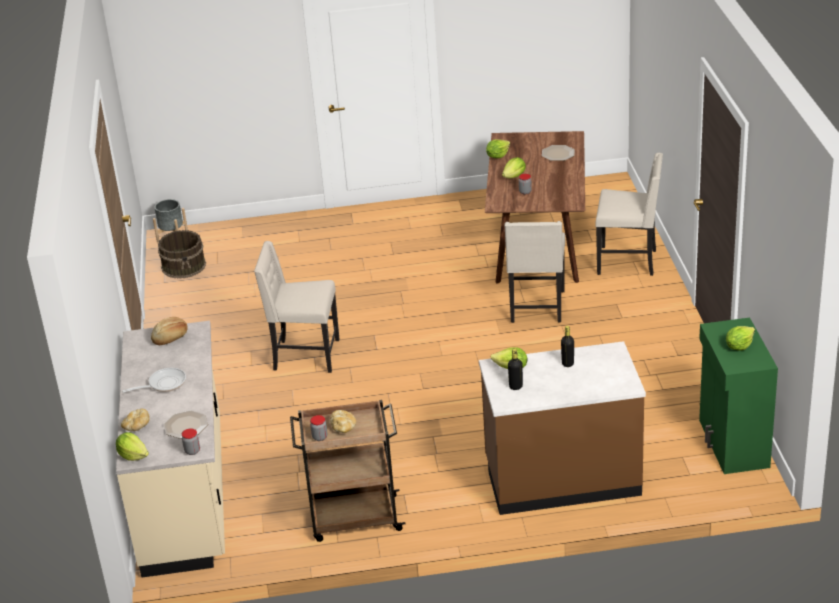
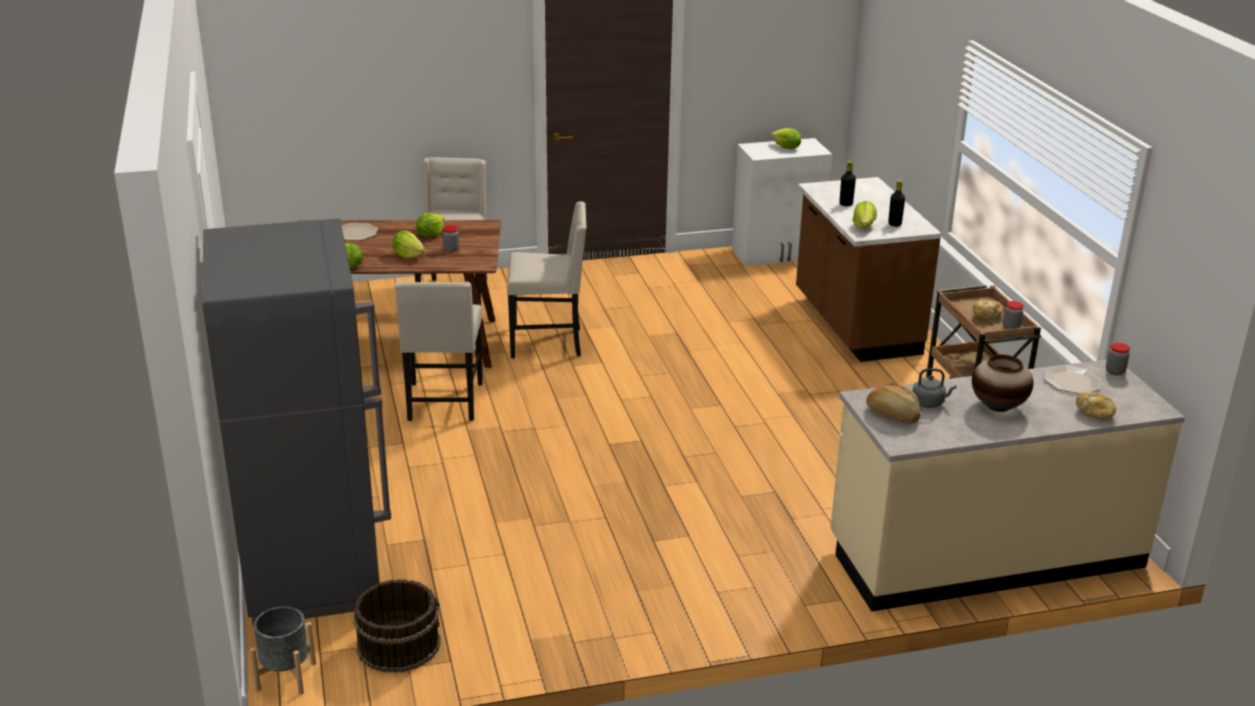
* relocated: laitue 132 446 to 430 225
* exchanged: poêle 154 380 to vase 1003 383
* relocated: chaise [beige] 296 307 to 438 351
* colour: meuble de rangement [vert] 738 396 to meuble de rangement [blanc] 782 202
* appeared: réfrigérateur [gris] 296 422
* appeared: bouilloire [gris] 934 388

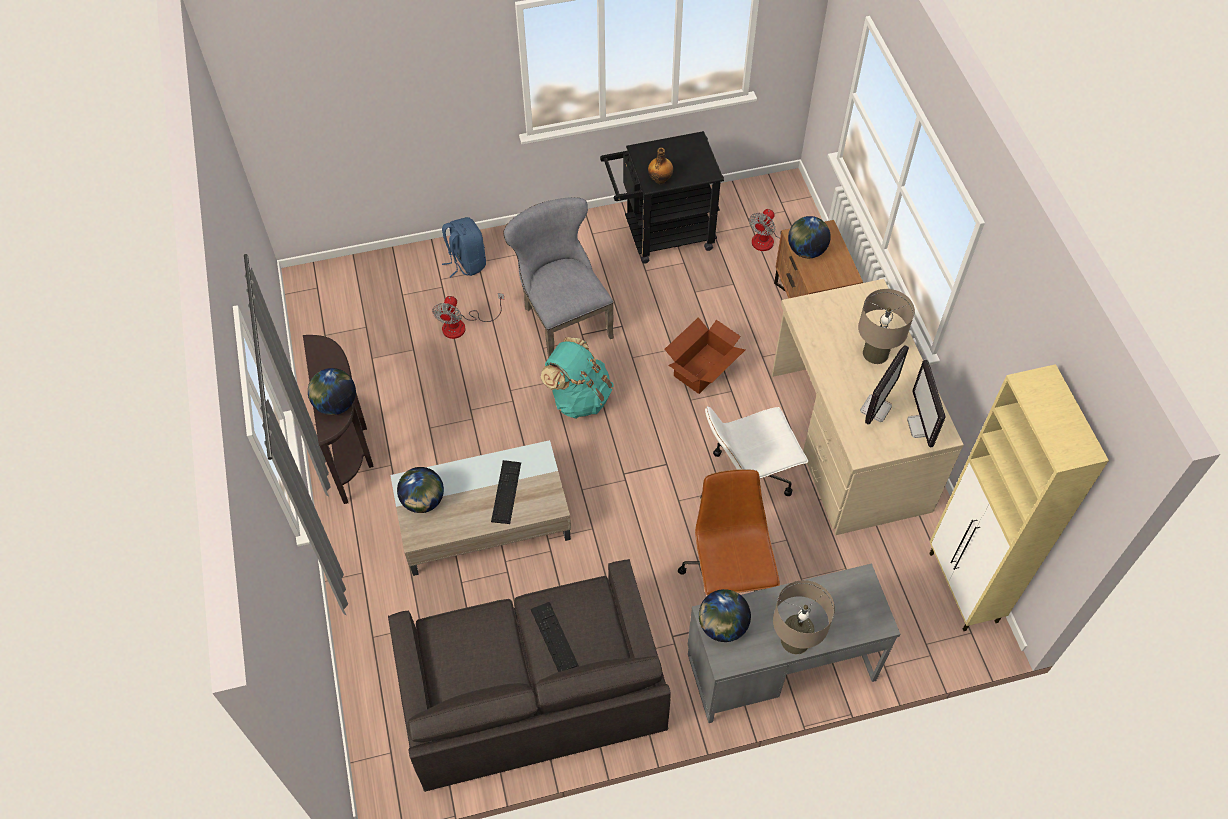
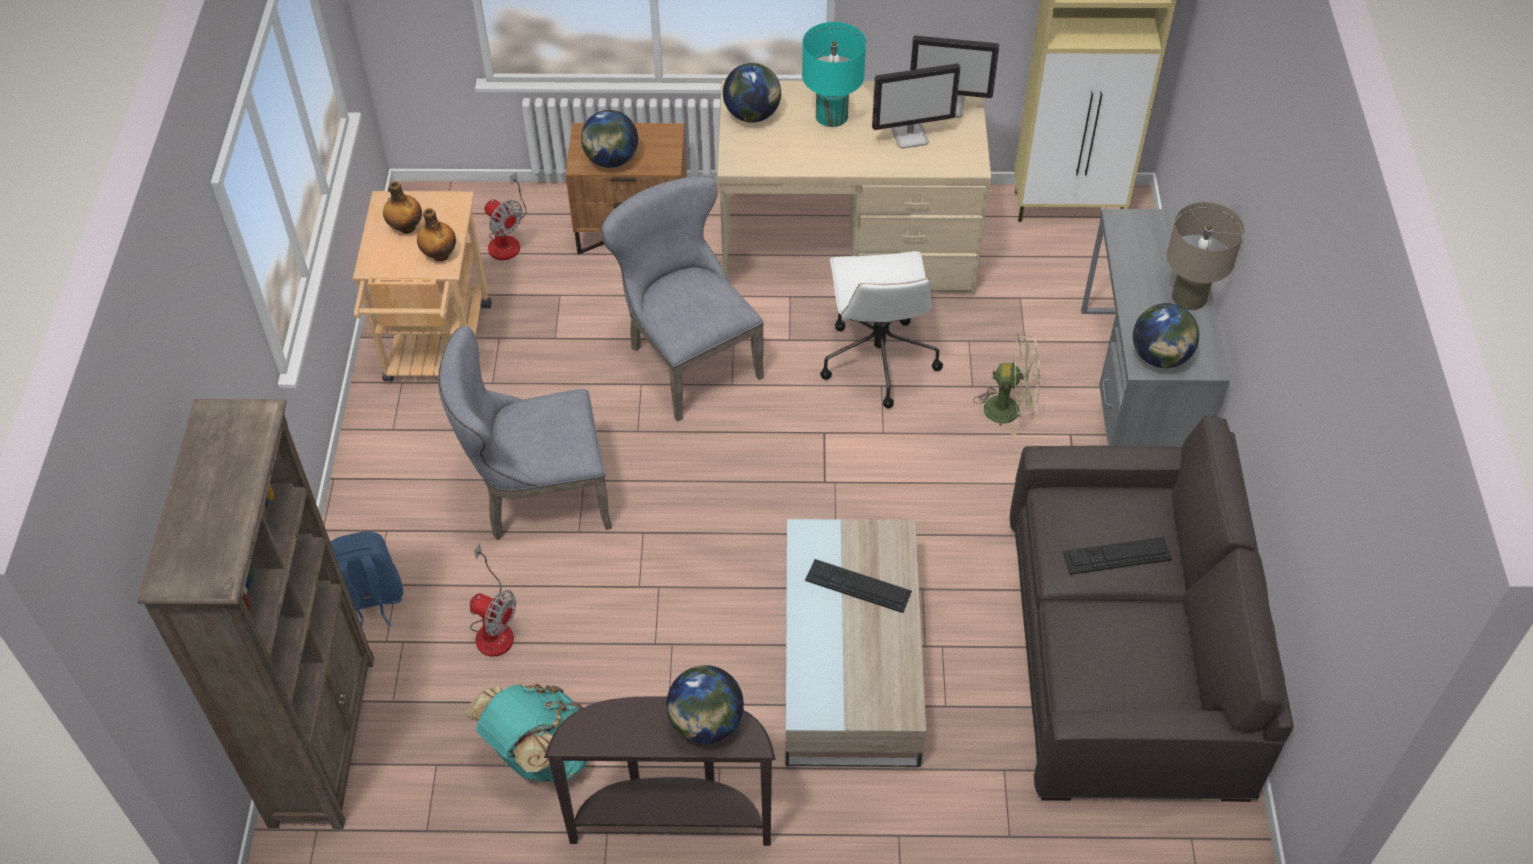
* relocated: globe 420 490 to 752 93
* relocated: sac à dos [turquoise] 577 378 to 526 733
* colour: chariot [noir] 662 197 to chariot [beige] 422 286
* exchanged: carton 705 355 to chaise [gris] 682 298
* exchanged: chaise de bureau [marron] 729 532 to ventilateur [vert] 1006 385
* colour: lampe de table [beige] 886 326 to lampe de table [turquoise] 834 74
* spun: écran d'ordinateur 884 385 = 916 106 120 degrees clockwise
* appeared: bibliothèque [marron] 255 614
* appeared: bouteille 402 207

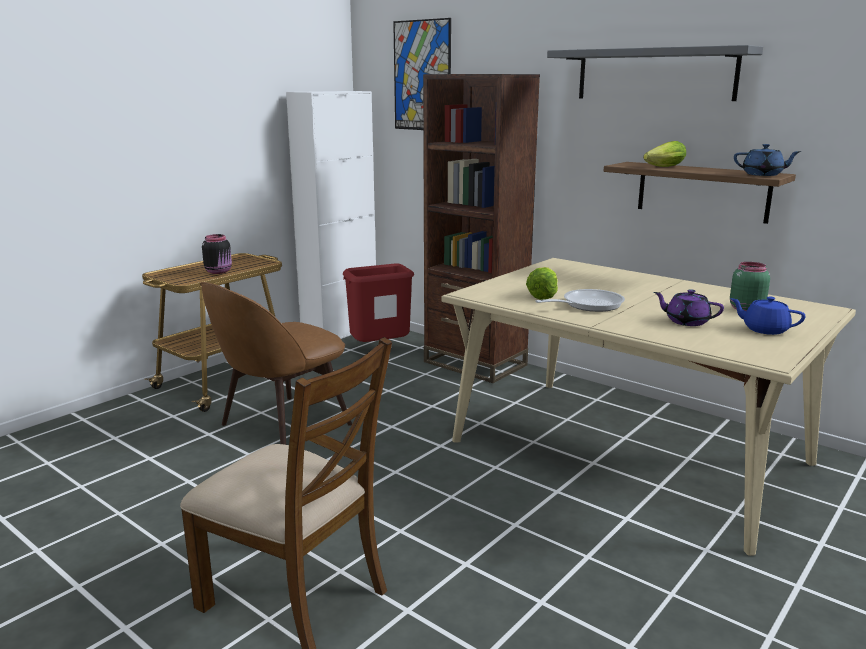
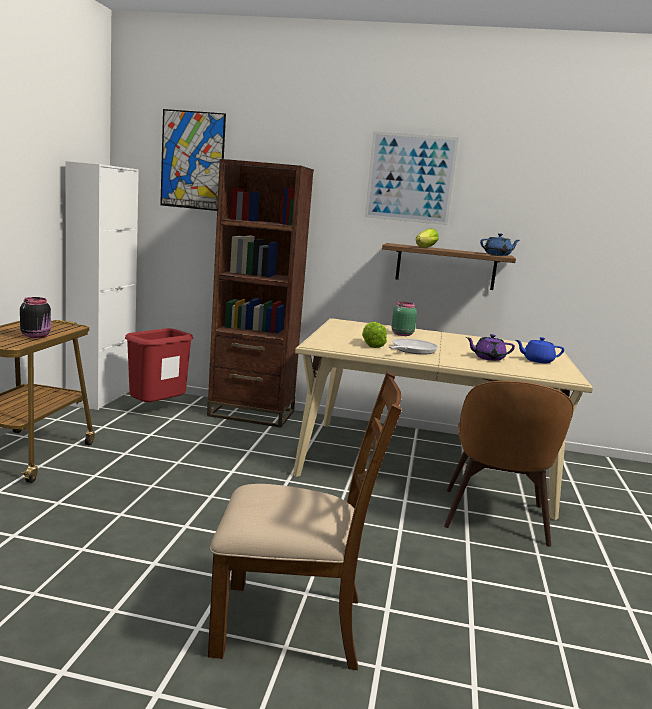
* relocated: chaise [marron] 276 363 to 508 464
* exchanged: étagère [gris] 655 73 to tableau 412 178
* relocated: bocal [vert] 750 286 to 404 319

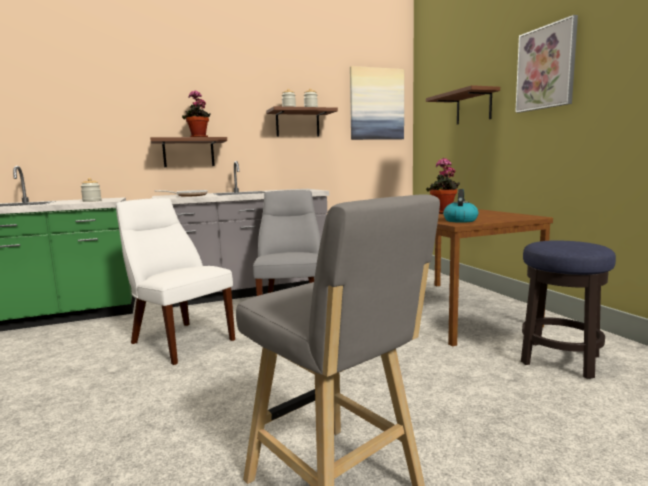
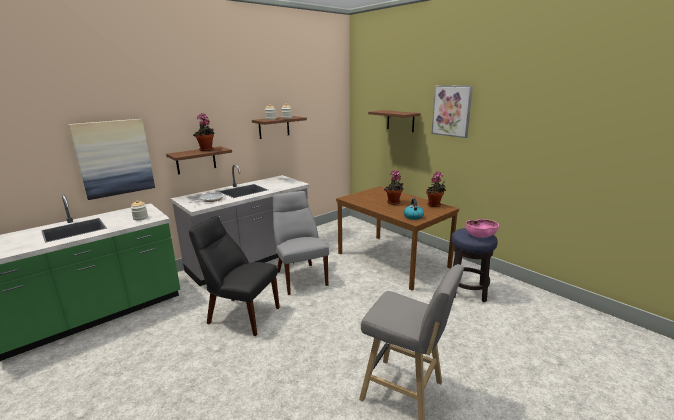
* colour: chaise [blanc] 175 281 to chaise [noir] 234 276
* relocated: tableau 377 103 to 112 159
* appeared: plante en pot 436 189
* appeared: bol [rose] 482 228

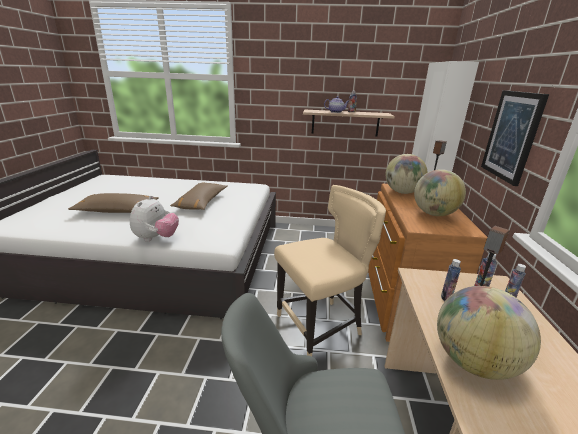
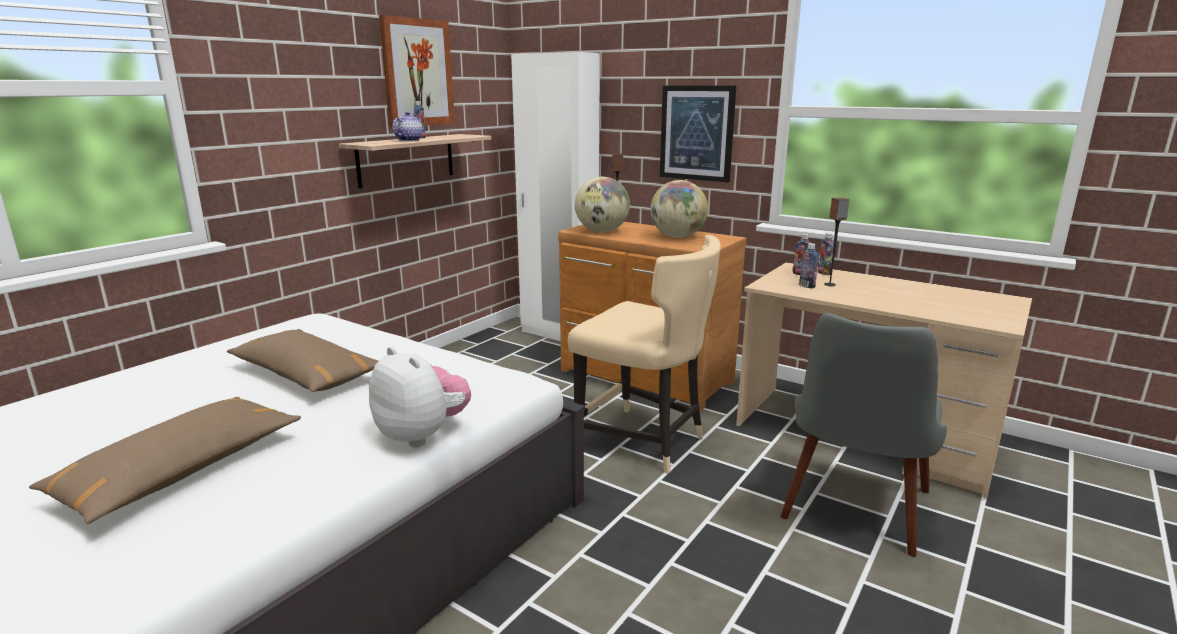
* spun: chaise [beige] 330 270 = 644 354 120 degrees clockwise
* missing: globe 489 333
* appeared: tableau 417 71

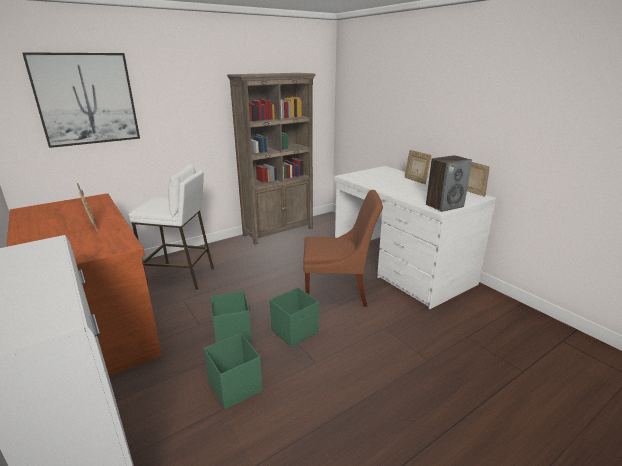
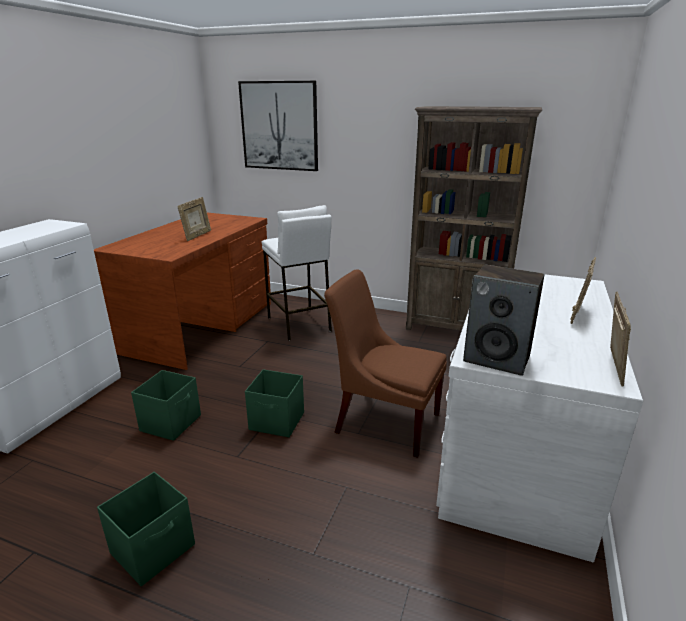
* relocated: boîte de rangement [vert] 231 317 to 146 529
* spun: chaise [marron] 343 248 = 385 364 150 degrees clockwise

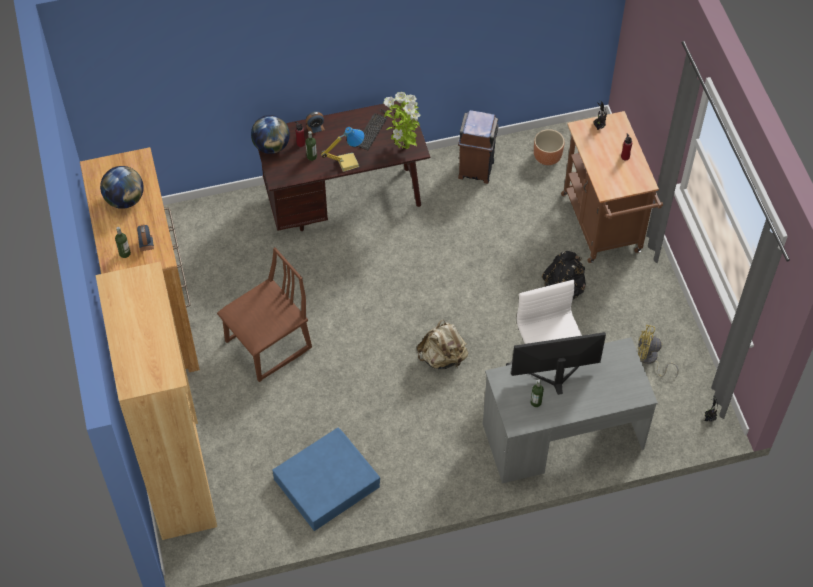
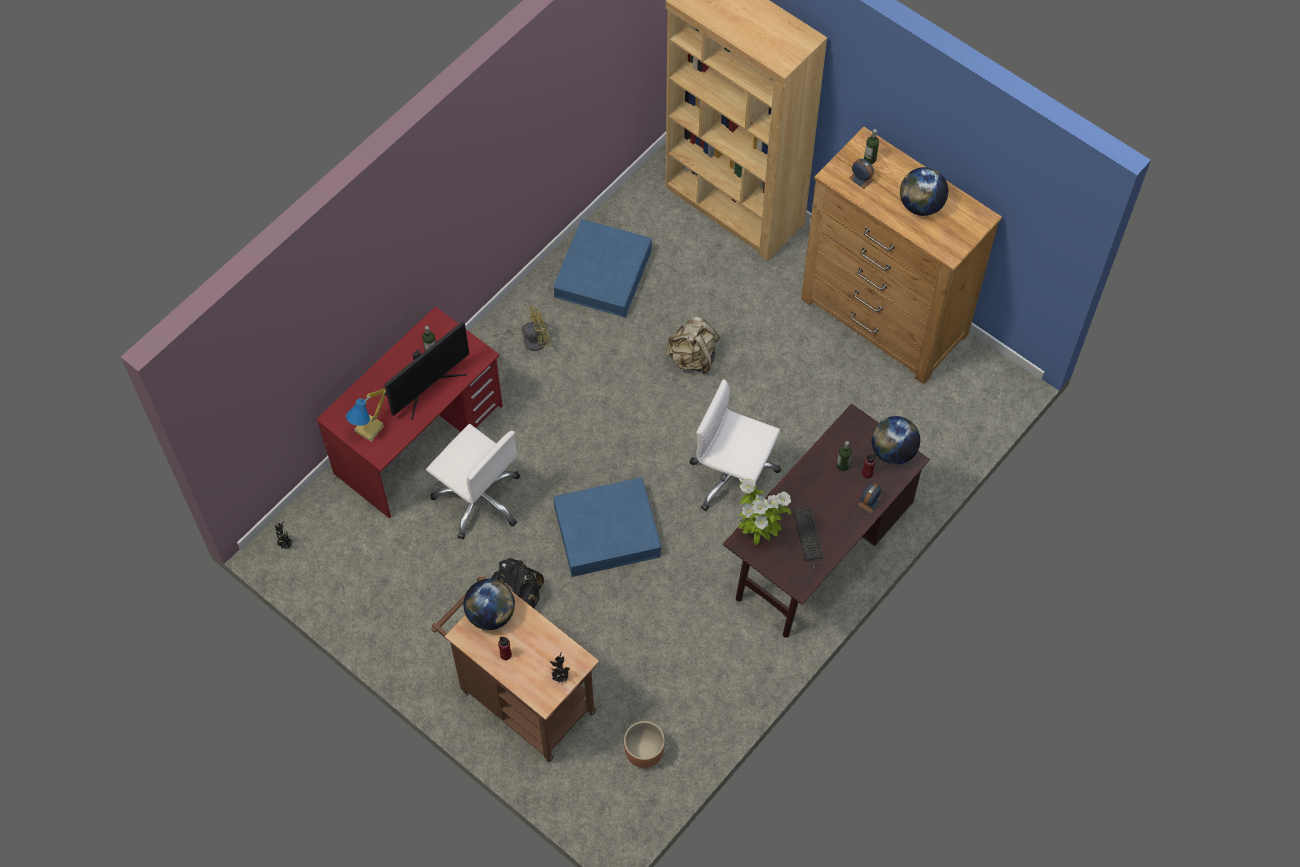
* missing: chaise [marron] 264 315
* relocated: lampe de table 342 149 to 366 414
* relocated: sac à dos [beige] 442 344 to 693 345
* missing: poubelle [marron] 478 147
* colour: bureau [gris] 570 410 to bureau [rouge] 409 412
* relocated: ventilateur [jaune] 658 351 to 523 329
* appeared: globe 489 604
* appeared: boîte de rangement [bleu] 607 527
* appeared: chaise de bureau [blanc] 735 445

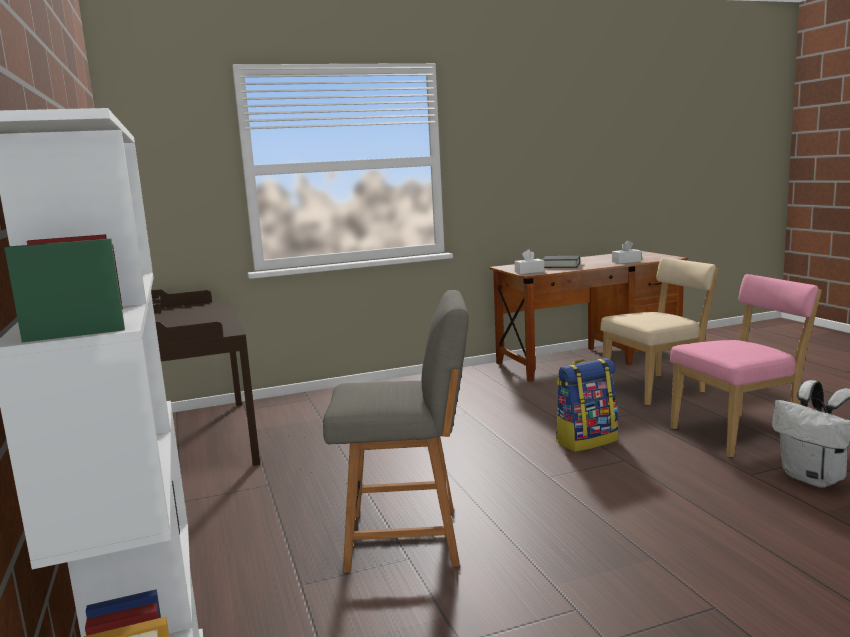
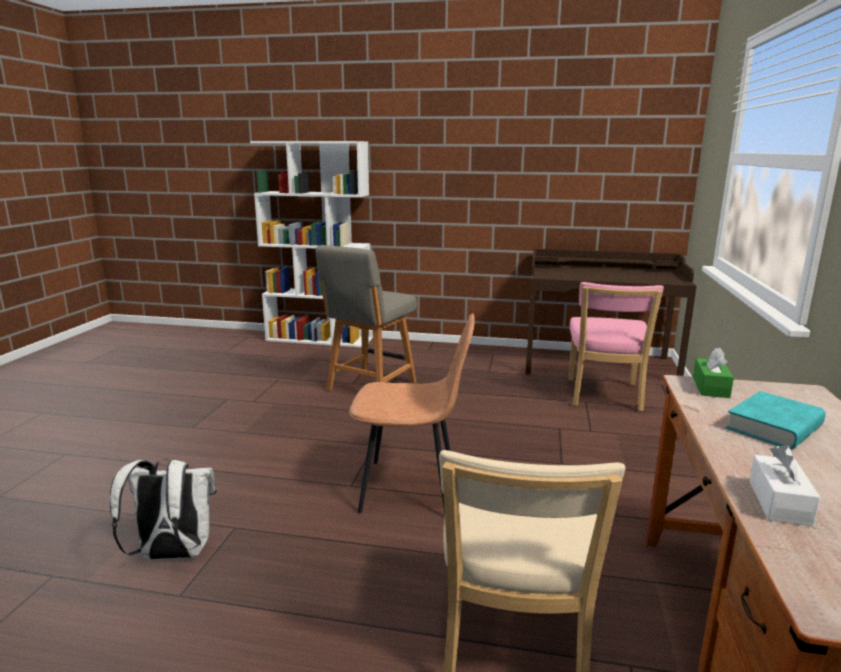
* colour: boîte à mouchoirs [blanc] 529 261 to boîte à mouchoirs [vert] 713 372
* colour: livre [noir] 561 262 to livre [turquoise] 775 420
* exchanged: sac à dos 587 405 to chaise [marron] 412 413
* relocated: chaise [rose] 746 366 to 616 346

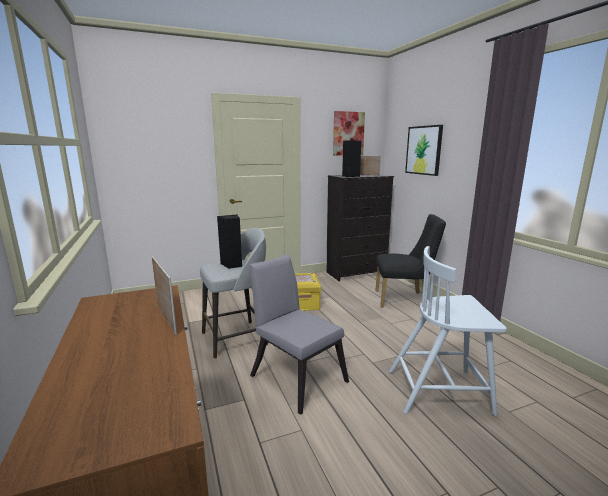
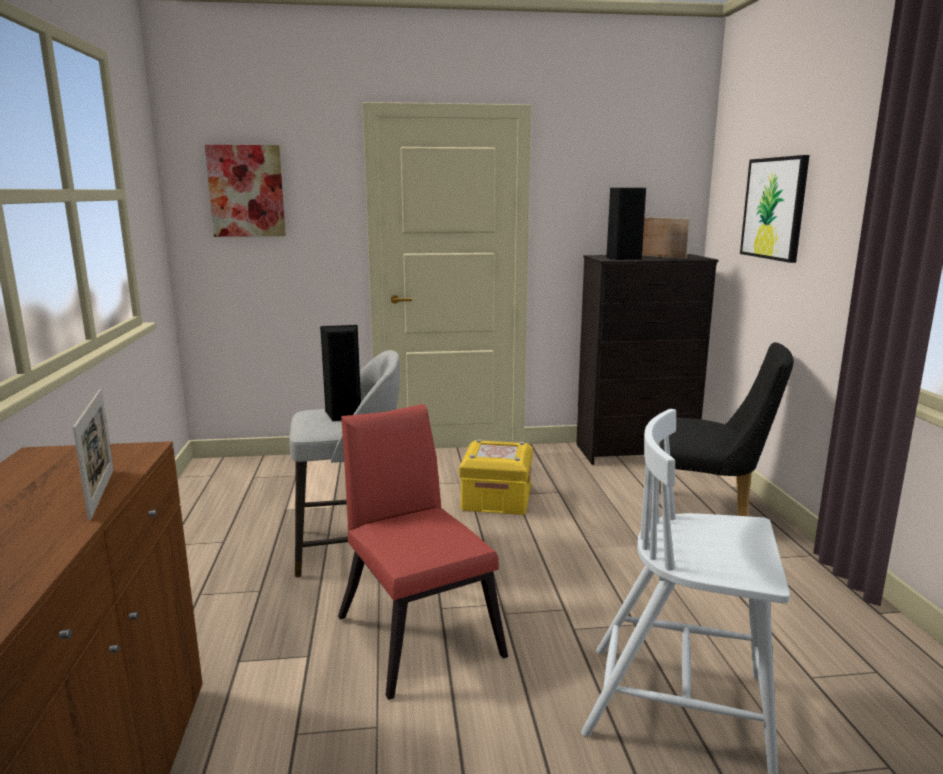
* colour: chaise [gris] 299 335 to chaise [rouge] 423 552
* relocated: tableau 349 133 to 245 191

